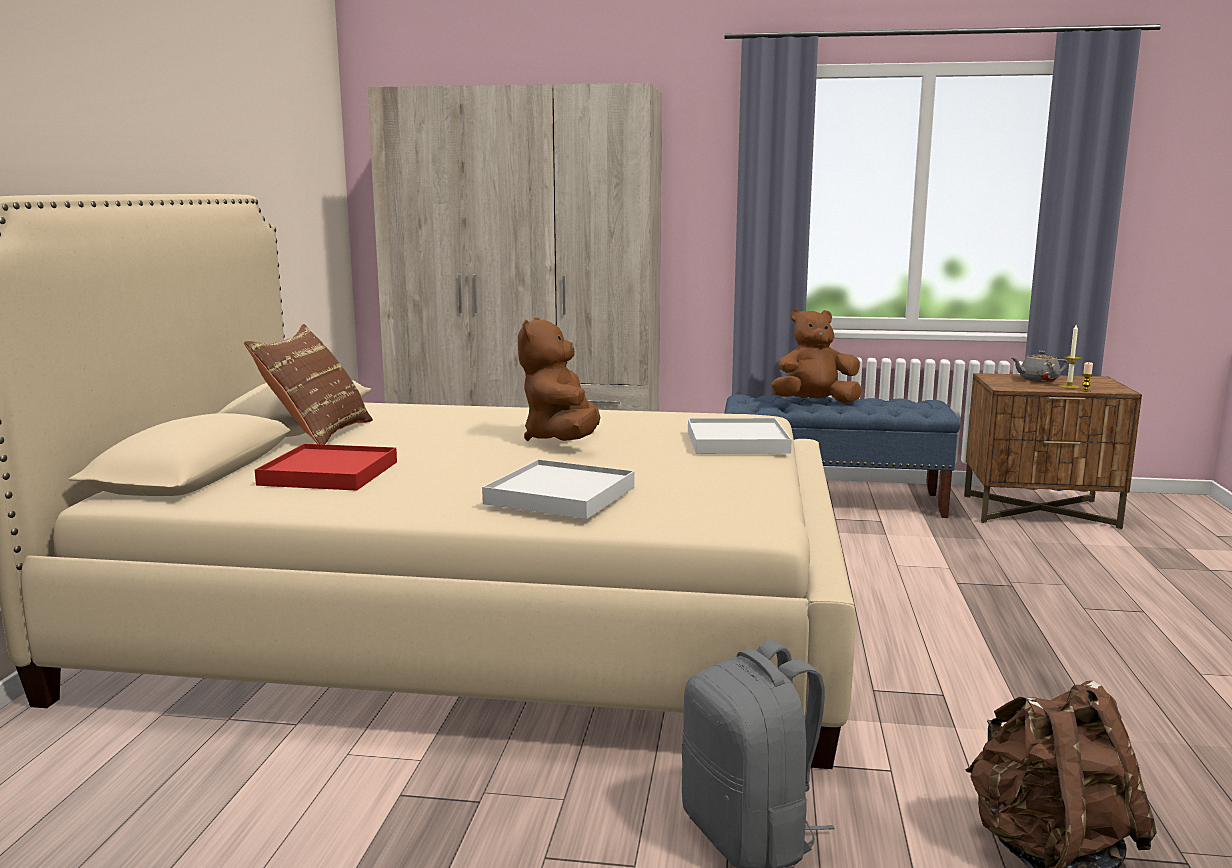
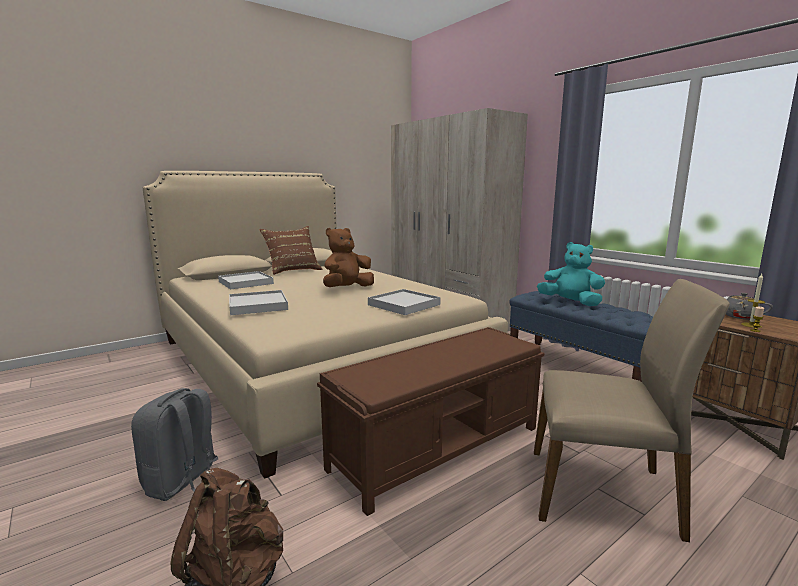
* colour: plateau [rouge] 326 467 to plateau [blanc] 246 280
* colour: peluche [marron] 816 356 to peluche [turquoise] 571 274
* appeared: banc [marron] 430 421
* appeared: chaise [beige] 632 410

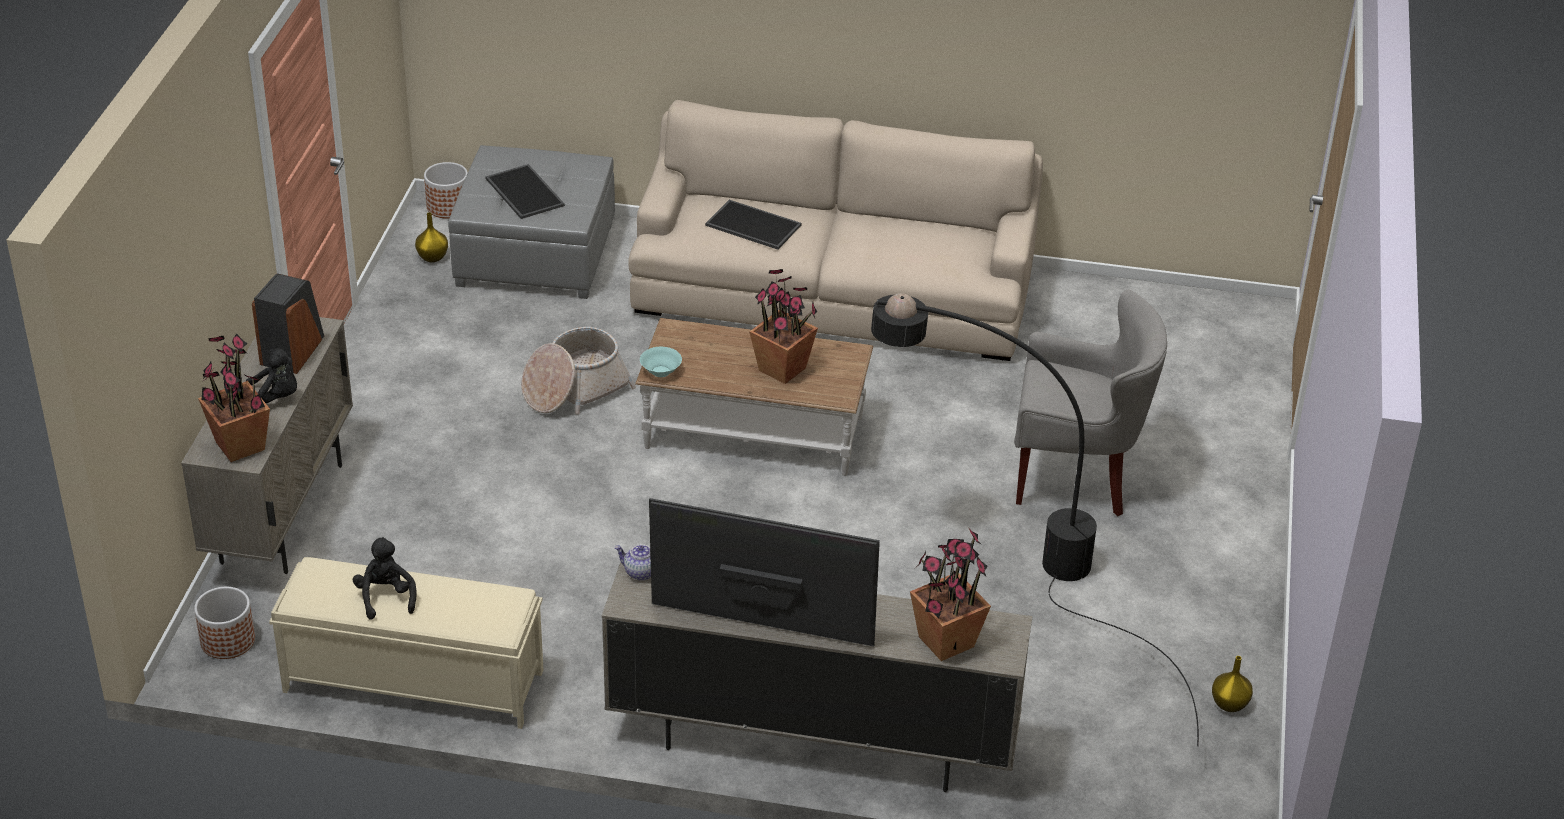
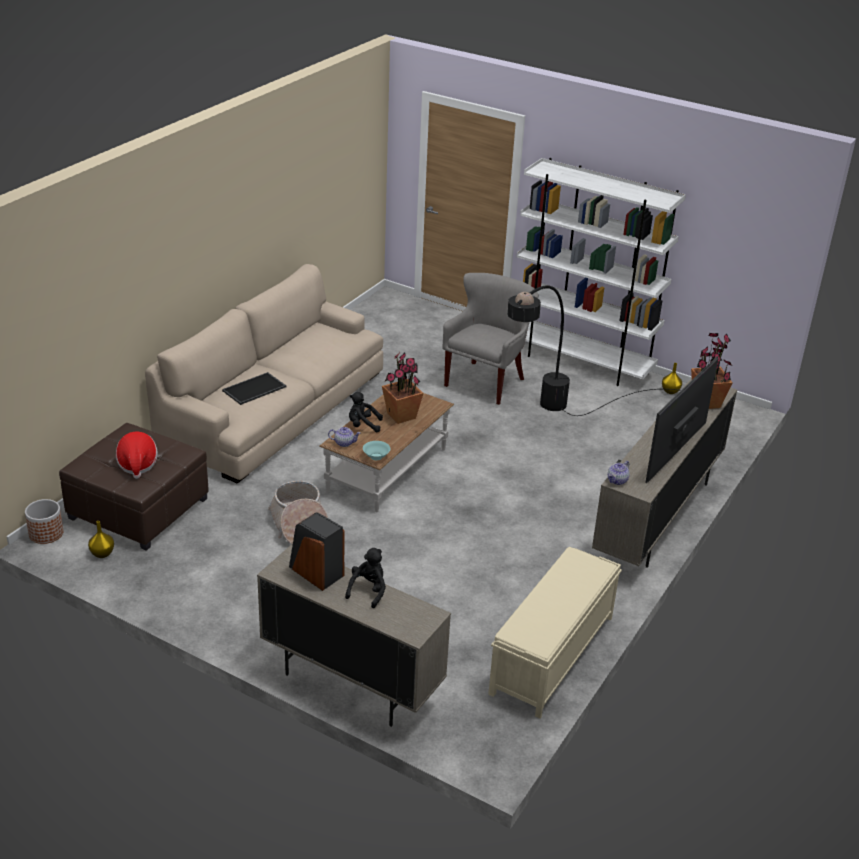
* missing: cache-pot 224 623
* missing: plante en pot 234 398
* relocated: peluche [noir] 385 578 to 366 412
* colour: pouf [gris] 531 222 to pouf [marron] 133 487
* exchanged: plateau 525 191 to chapeau 137 455
* appeared: théière 344 437
* appeared: bibliothèque [blanc] 601 272

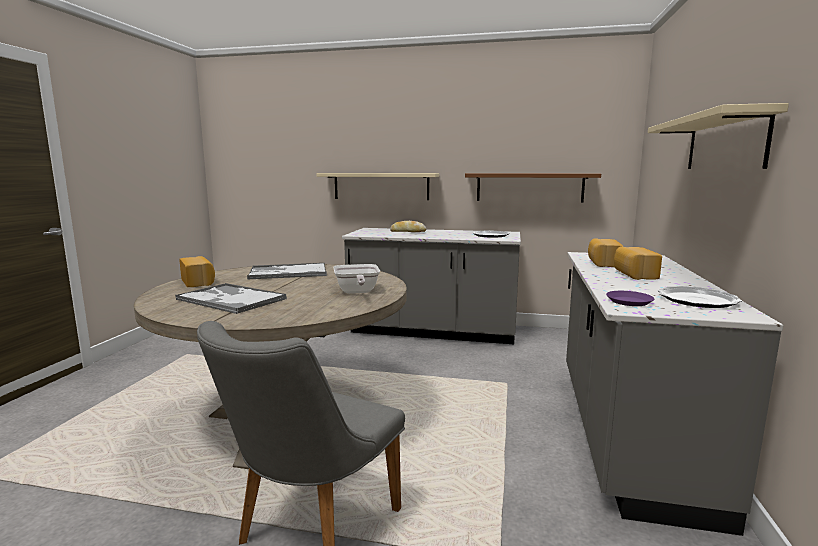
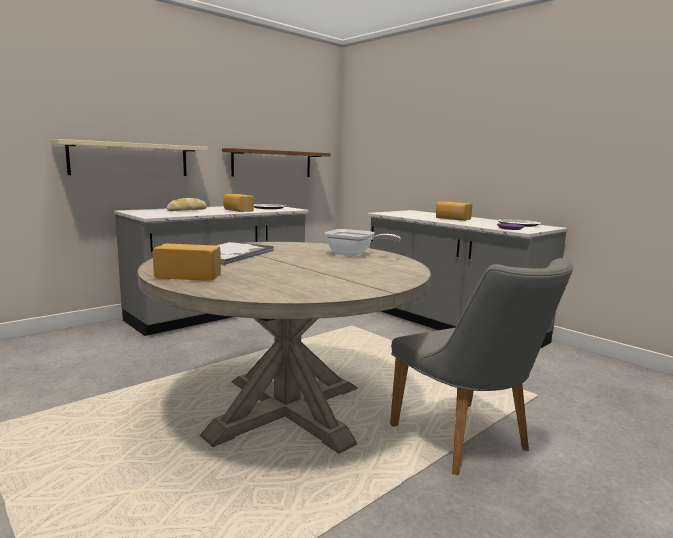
* missing: plateau 231 298
* relocated: pain 605 252 to 238 203
* missing: étagère [beige] 718 136

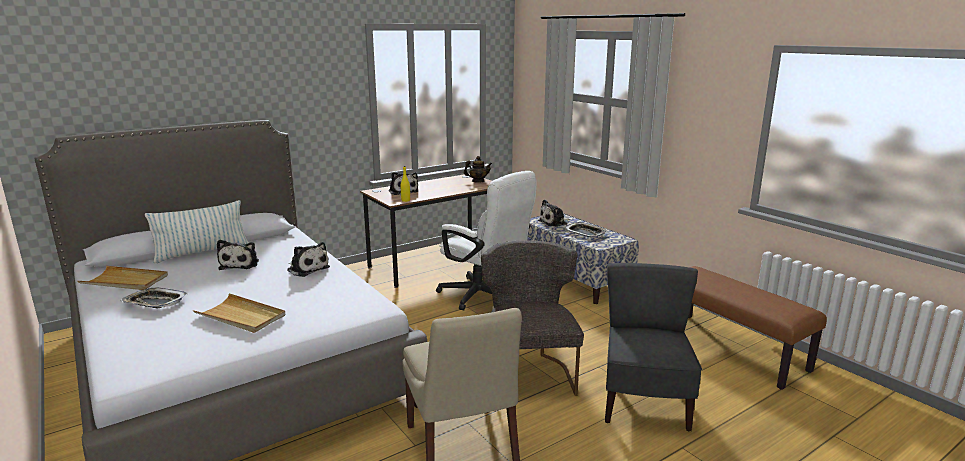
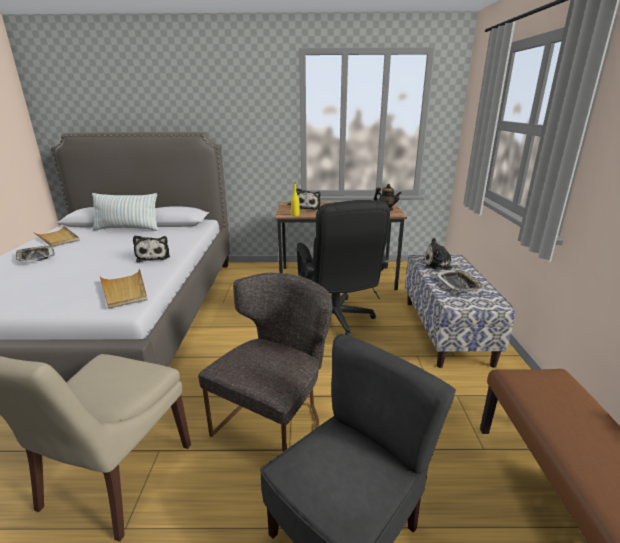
* relocated: plateau [beige] 239 313 to 123 289
* missing: peluche 238 255
* colour: chaise de bureau [blanc] 486 241 to chaise de bureau [noir] 343 268

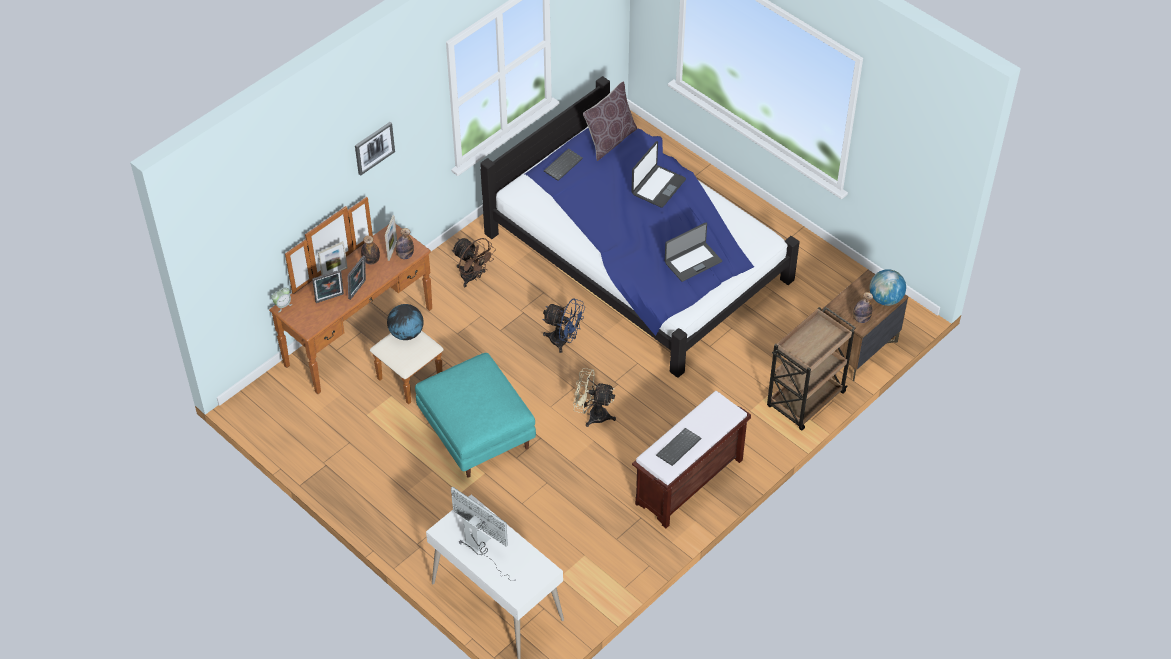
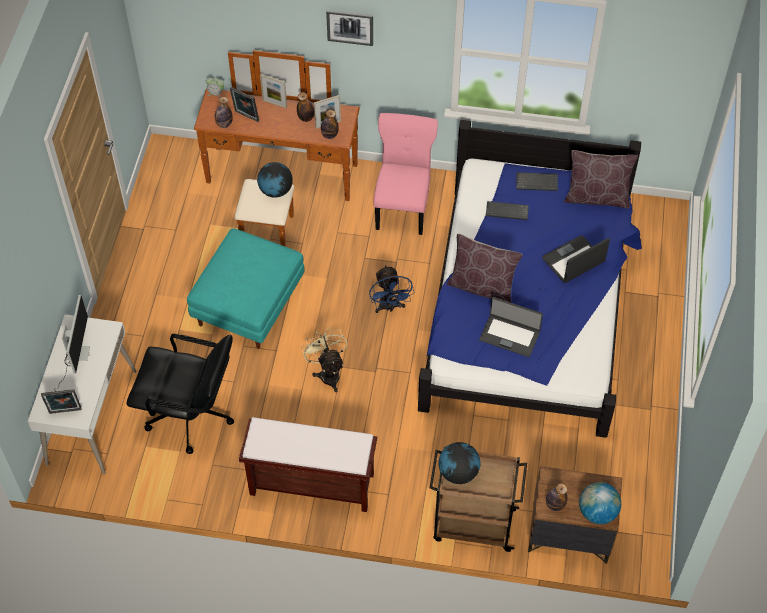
* relocated: cadre photo 357 277 to 61 401
* exchanged: ventilateur [marron] 474 262 to chaise [rose] 405 174
* spun: ordinateur portable 658 174 = 576 259 150 degrees clockwise
* relocated: clavier 678 447 to 507 210
* appeared: chaise de bureau [noir] 180 394
* appeared: bouteille 224 112
* appeared: globe 459 463
* appeared: coussin [marron] 485 268

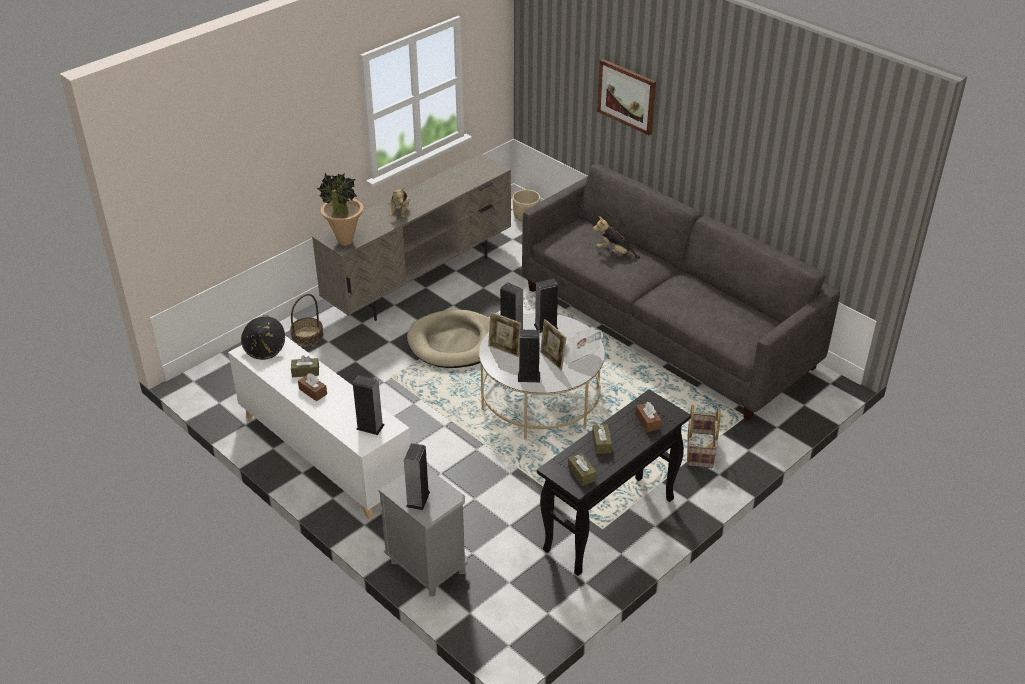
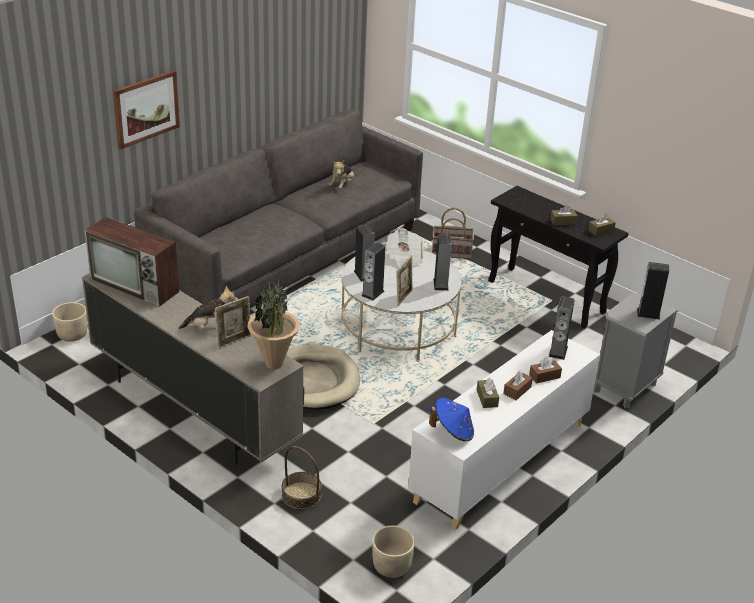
* colour: chapeau [noir] 263 337 to chapeau [bleu] 451 419
* relocated: cadre photo 553 345 to 233 322
* relocated: peluche 616 237 to 341 175
* relocated: boîte à mouchoirs [marron] 648 416 to 545 370
* appeared: téléviseur 132 262
* appeared: cache-pot [beige] 393 552

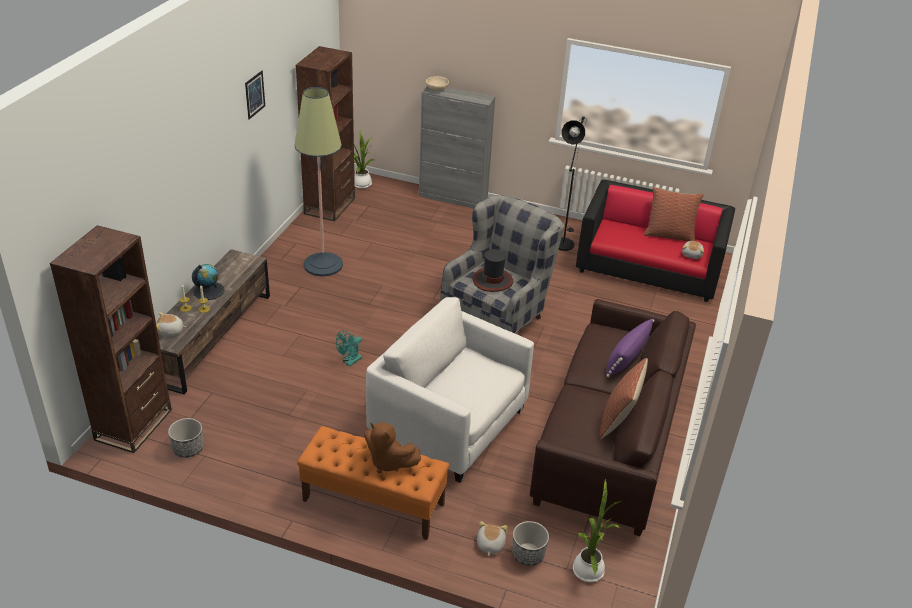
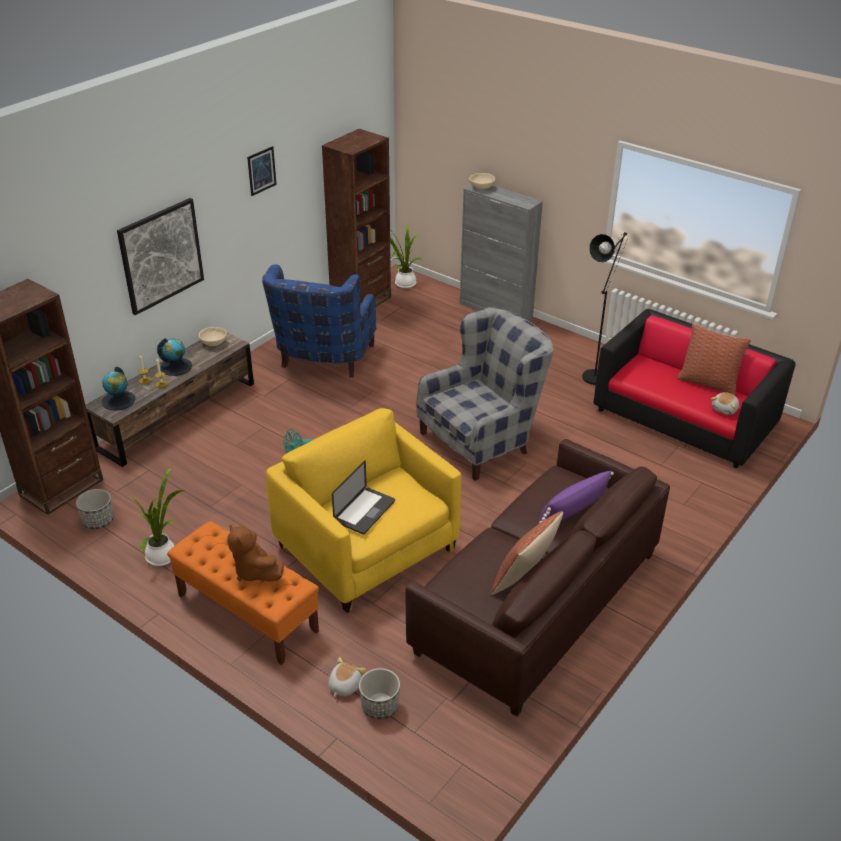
* exchanged: peluche 171 324 to globe 119 388
* exchanged: lampadaire 318 182 to fauteuil [bleu] 319 321
* colour: fauteuil [blanc] 450 390 to fauteuil [jaune] 363 510
* missing: chapeau 493 270
* relocated: plante en pot 598 530 to 156 516
* appeared: tableau 160 256
* appeared: bol [beige] 213 336
* appeared: ordinateur portable 363 497

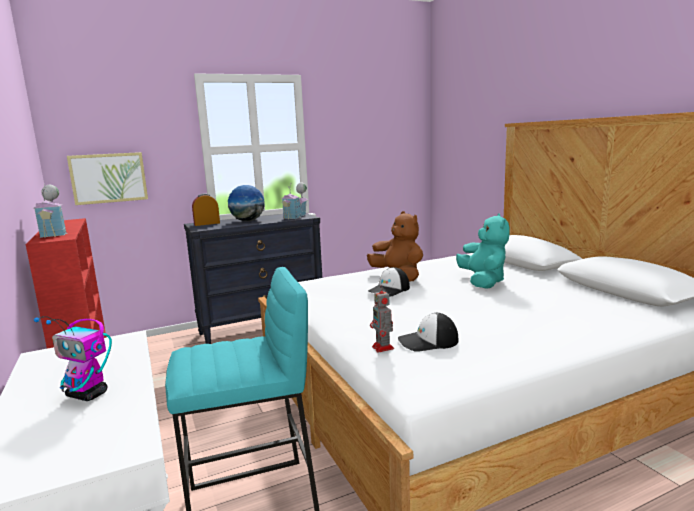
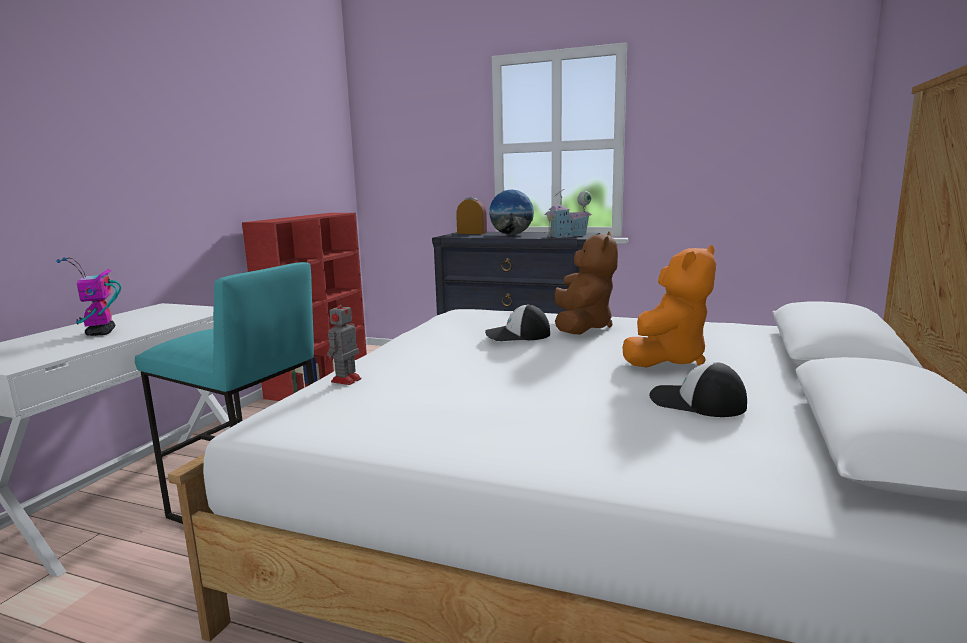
* missing: maison miniature 50 210
* missing: tableau 107 178
* relocated: casquette 428 332 to 698 389
* colour: peluche [turquoise] 483 251 to peluche [orange] 669 306

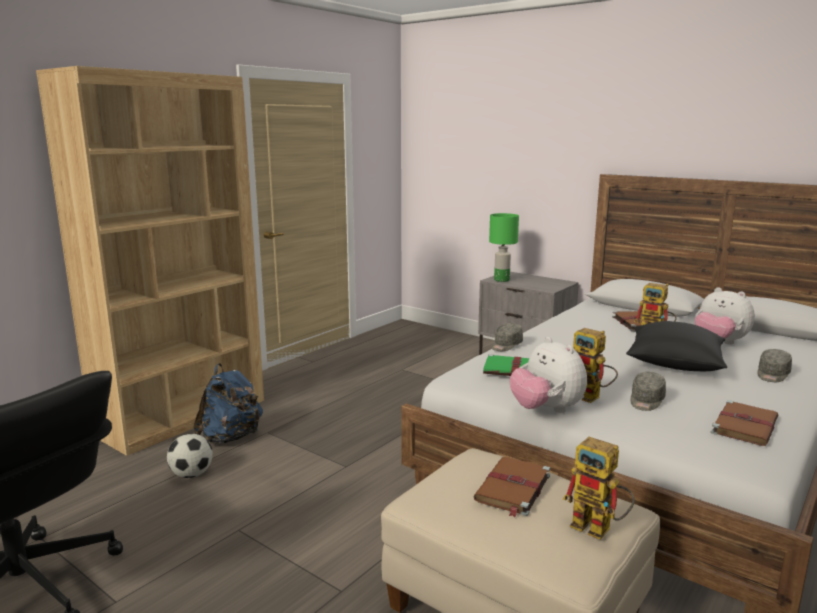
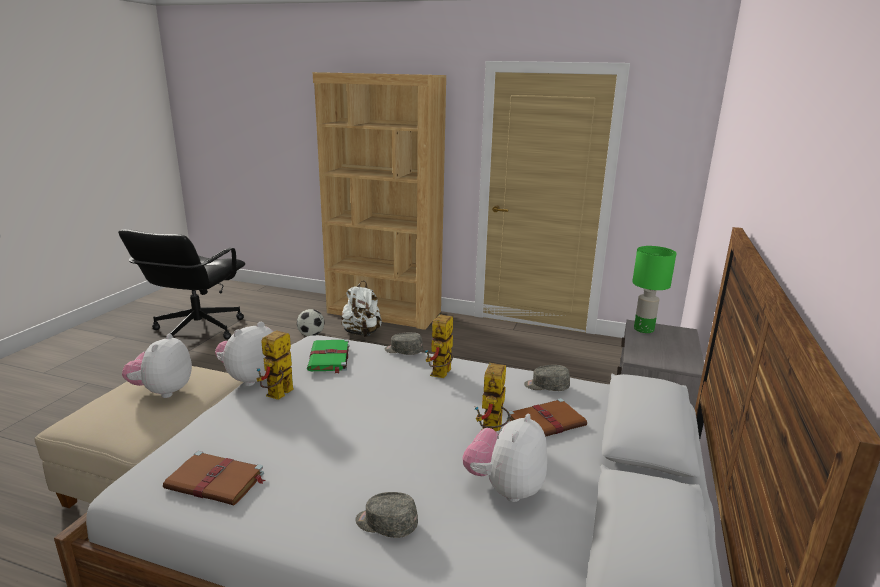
* colour: sac à dos [bleu] 228 403 to sac à dos [blanc] 361 309
* exchanged: livre [marron] 511 487 to peluche 157 366
* relocated: robot jouet 599 488 to 439 346
* missing: coussin [noir] 676 346
* relocated: casquette [gris] 648 391 to 547 378

